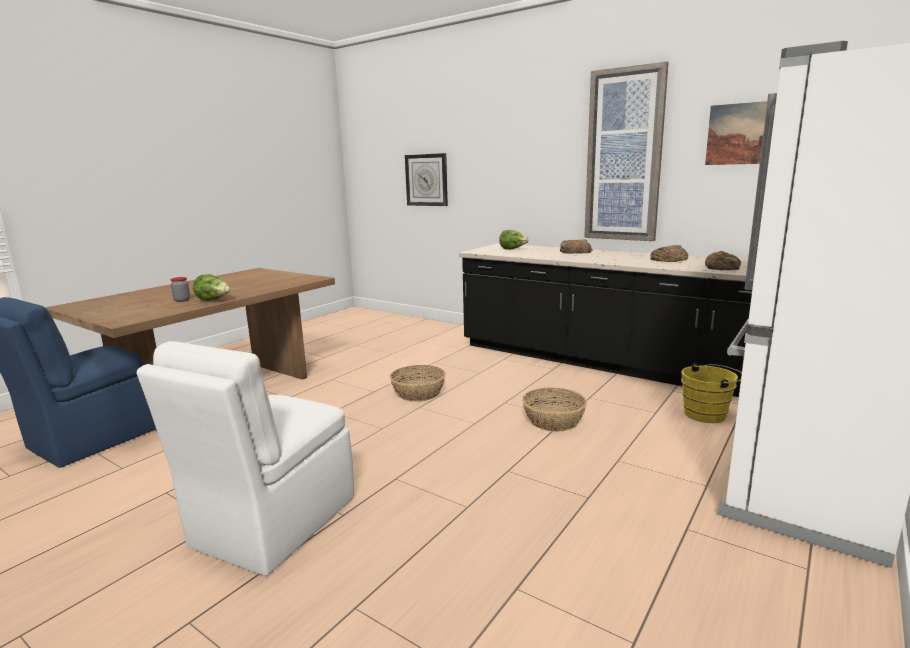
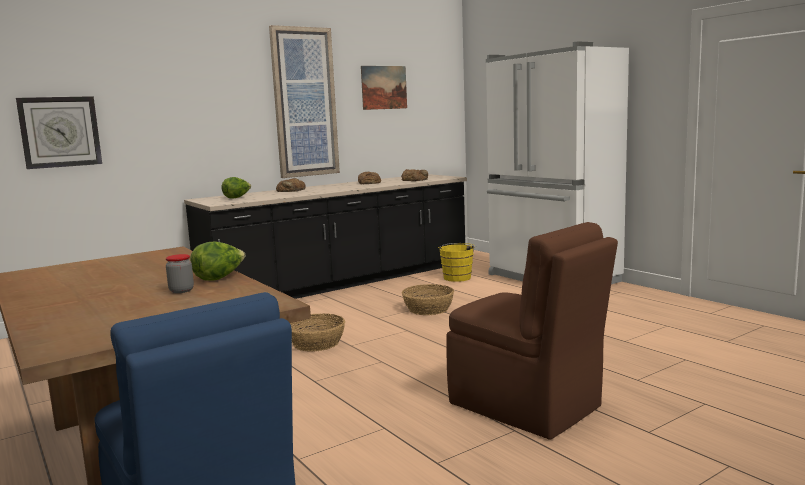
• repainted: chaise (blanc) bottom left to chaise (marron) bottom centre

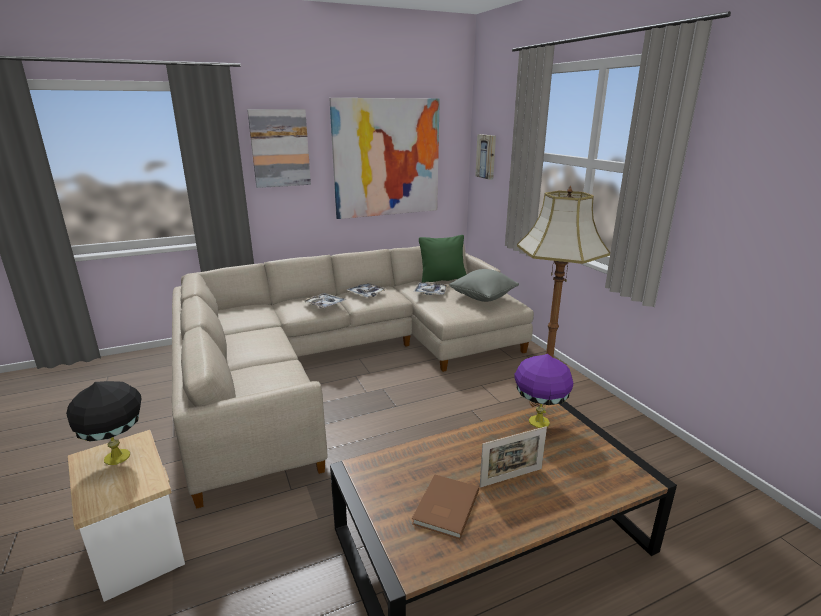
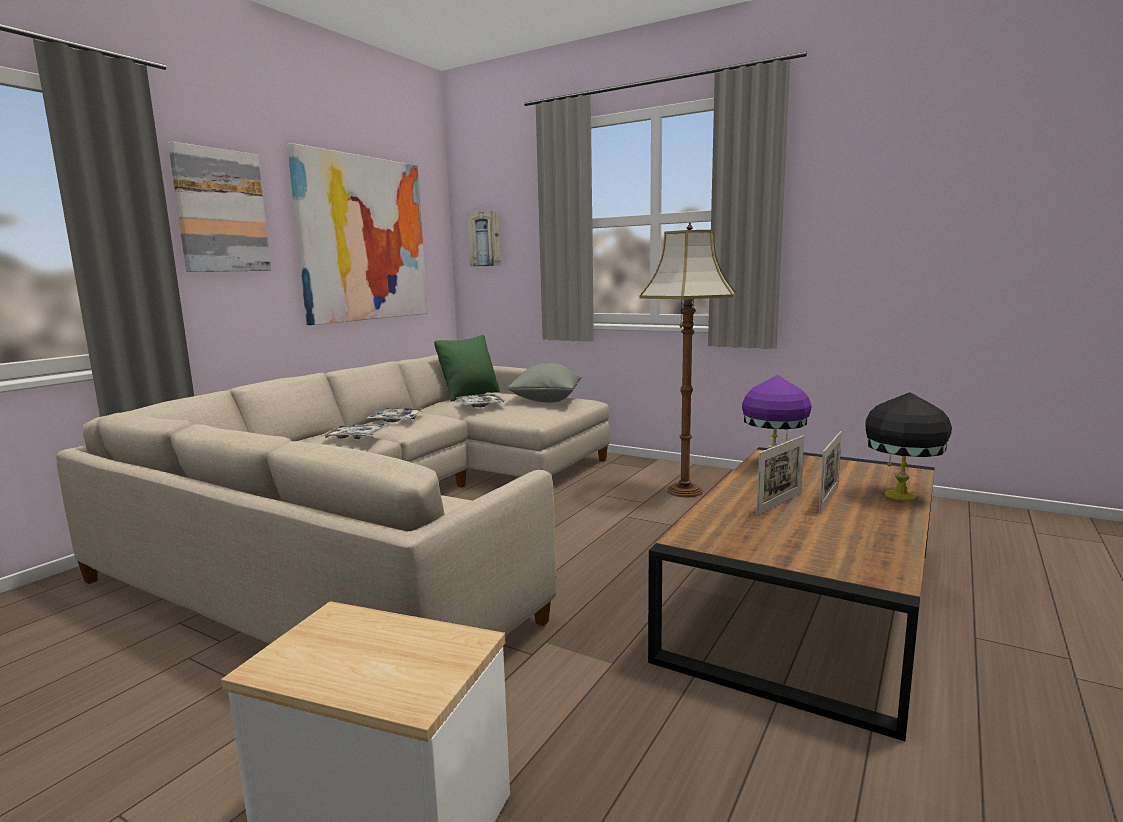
• gone: livre (marron) bottom centre
• new: cadre photo (no. 1 from left) middle right
• shifted: lampe de table (noir) bottom left to middle right

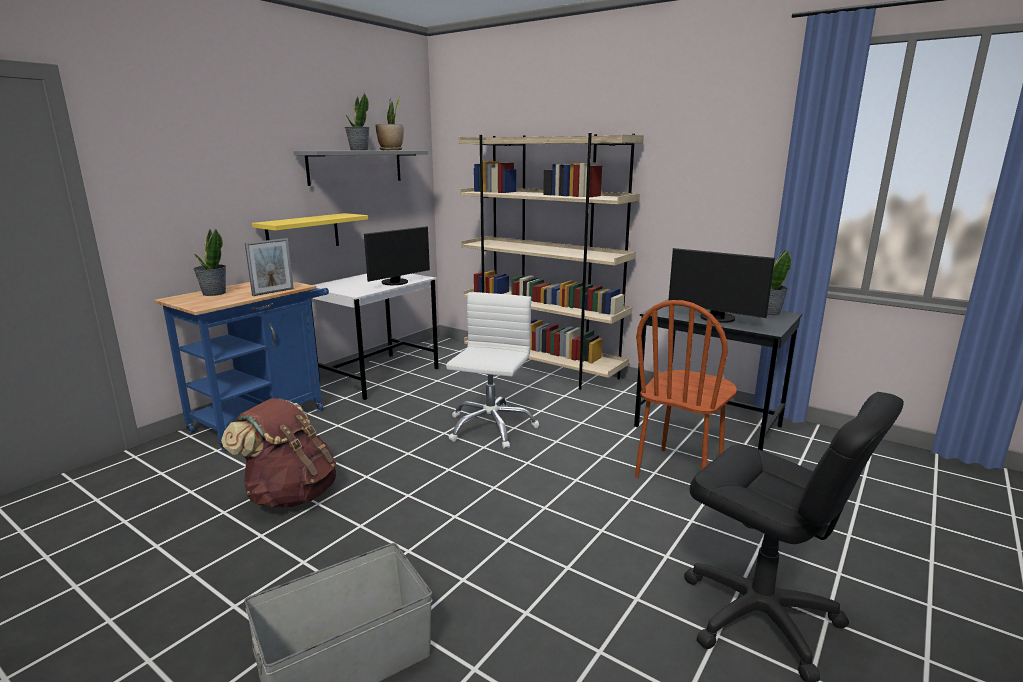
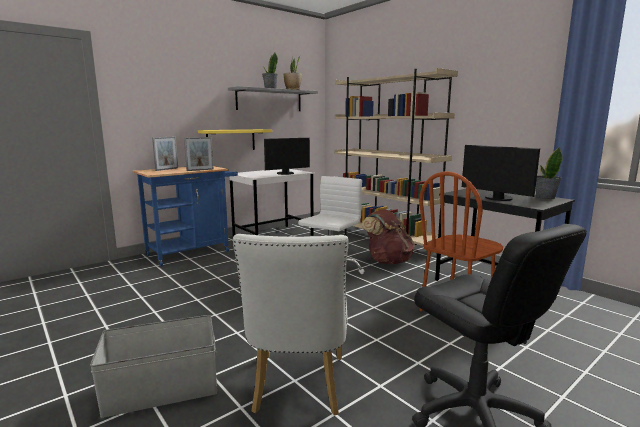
• new: chaise (blanc) bottom centre
• shifted: sac à dos (marron) middle left to centre
• swapped: plante en pot (no. 1 from left) middle left to cadre photo (no. 1 from left) middle left

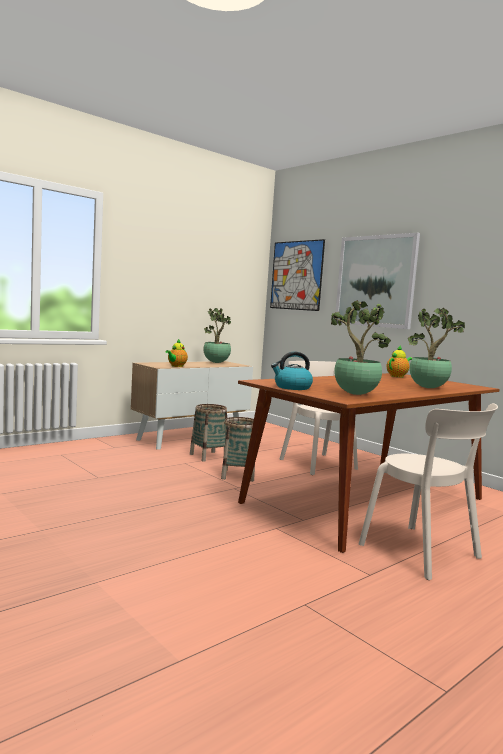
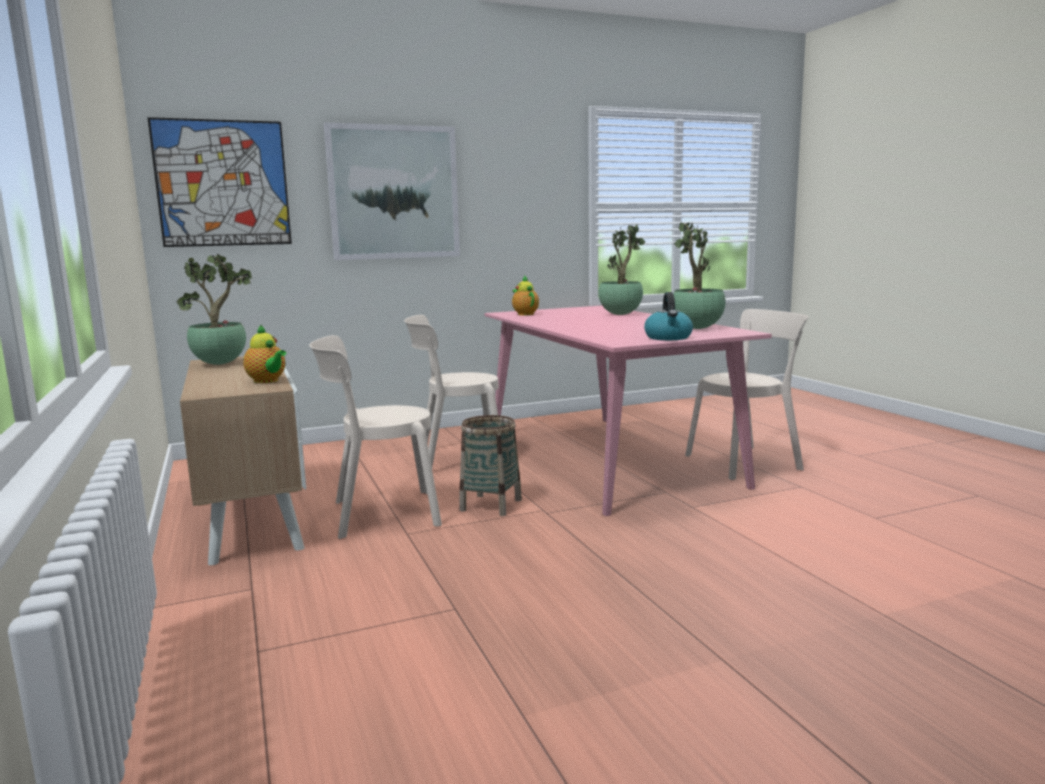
• swapped: panier (no. 1 from left) centre to chaise (beige) (no. 1 from left) centre
• repainted: table à manger (marron) middle right to table à manger (rose) centre

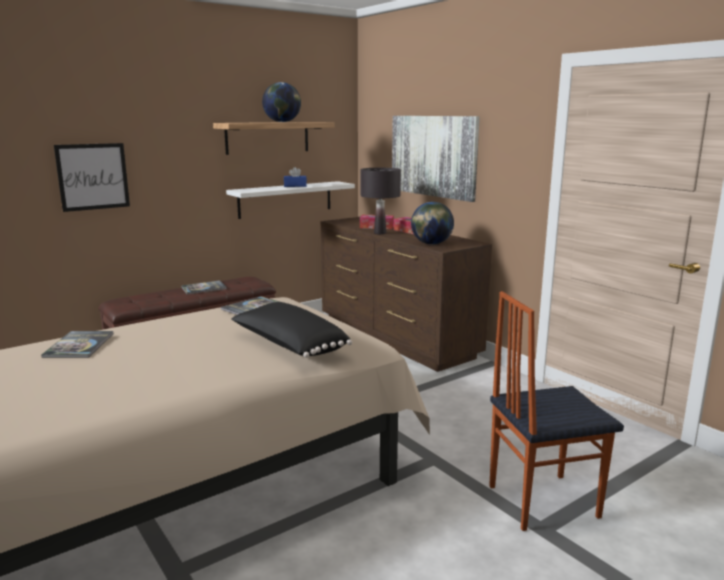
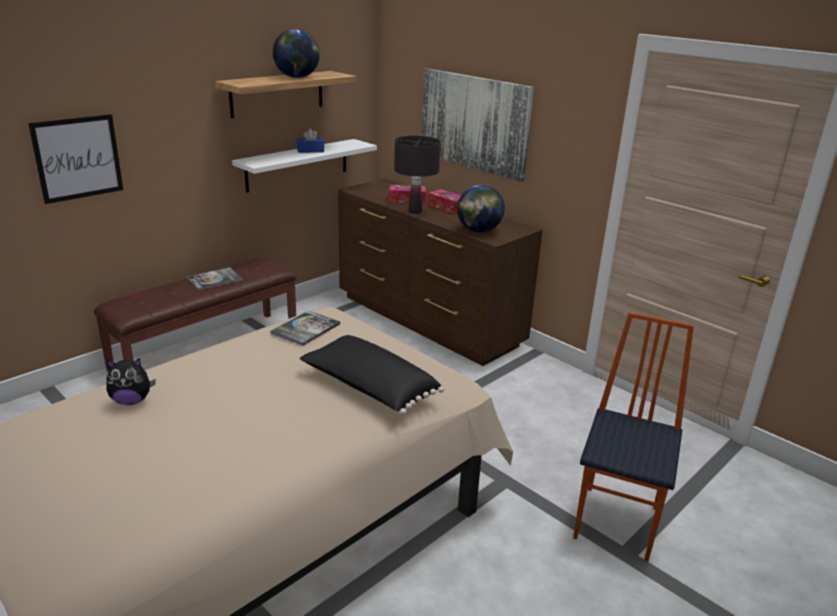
• swapped: livre (no. 1 from left) middle left to peluche middle left
• rotated: chaise bottom right = bottom right 135 degrees clockwise

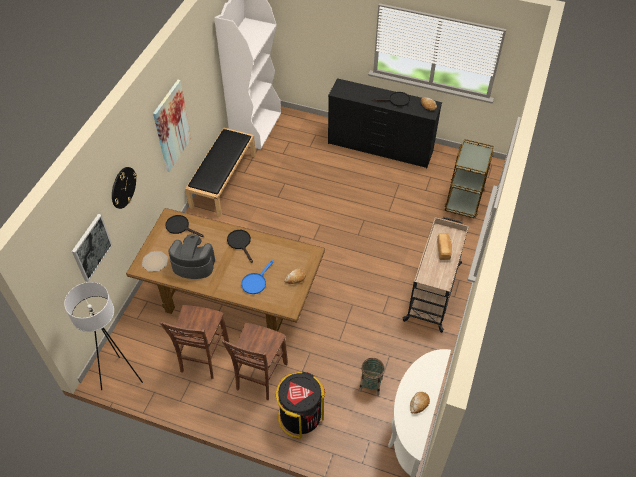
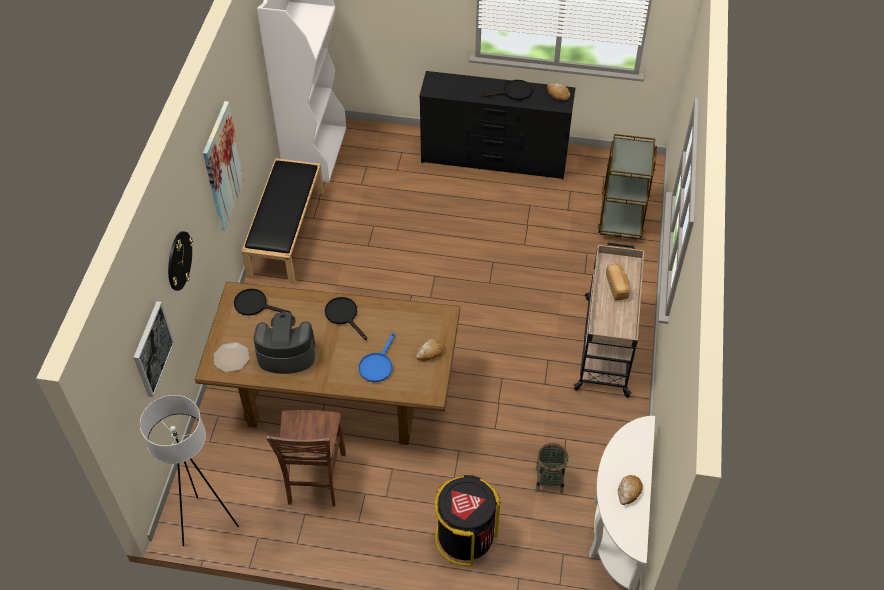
• gone: chaise (marron) (no. 2 from left) bottom centre

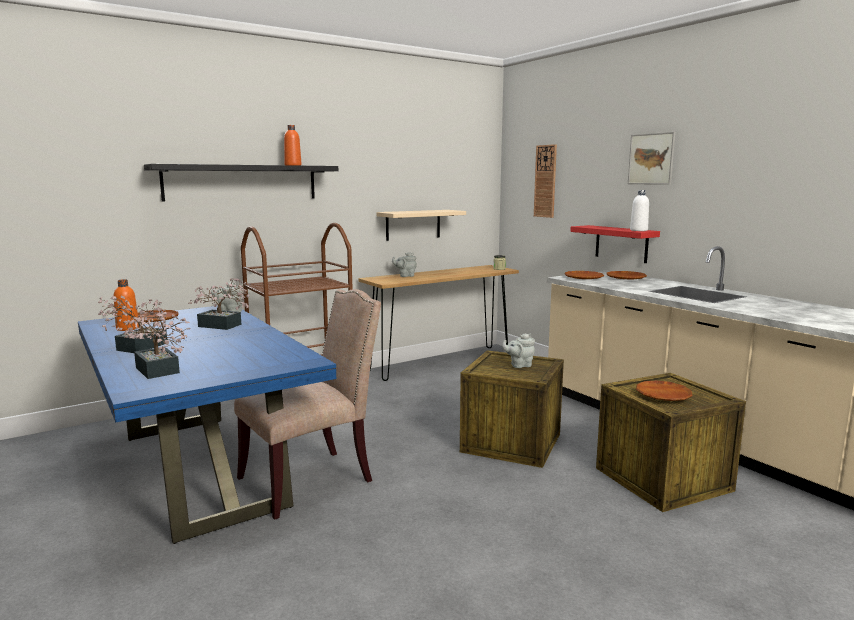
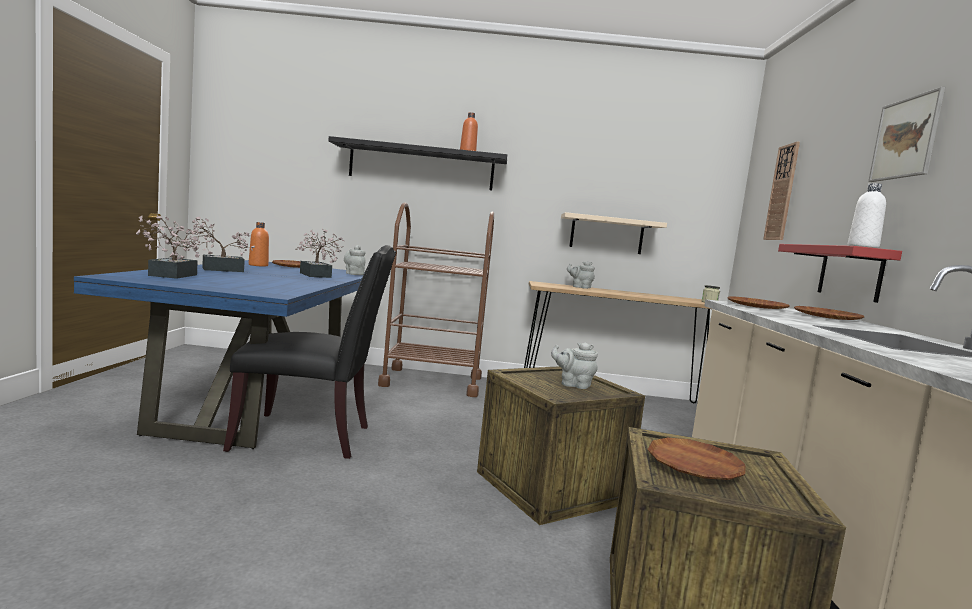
• repainted: chaise (beige) centre to chaise (noir) middle left

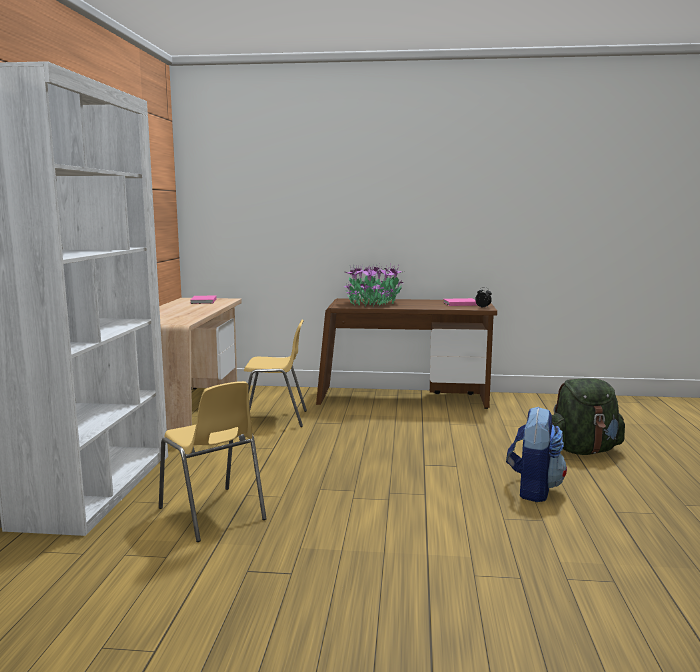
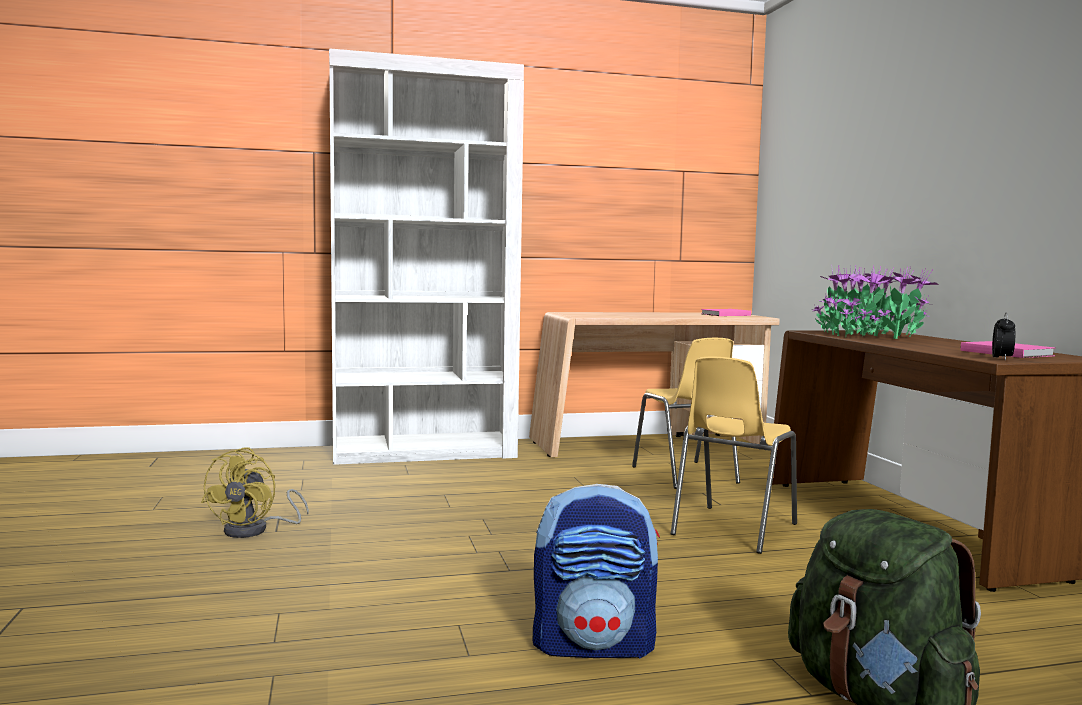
• new: ventilateur (jaune) bottom left
• shifted: chaise (jaune) (no. 1 from left in the first image) bottom left to chaise (jaune) (no. 2 from left) middle right

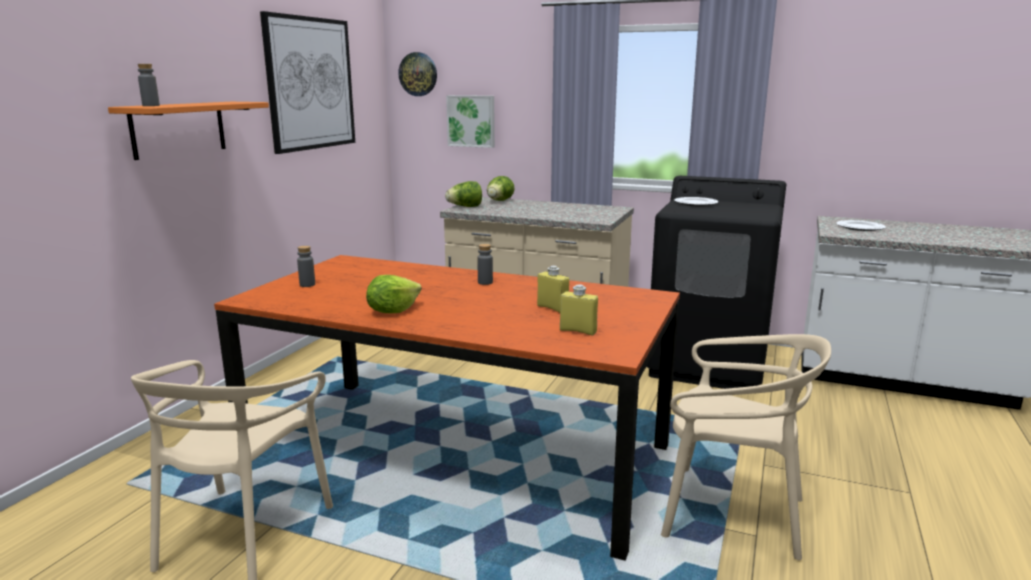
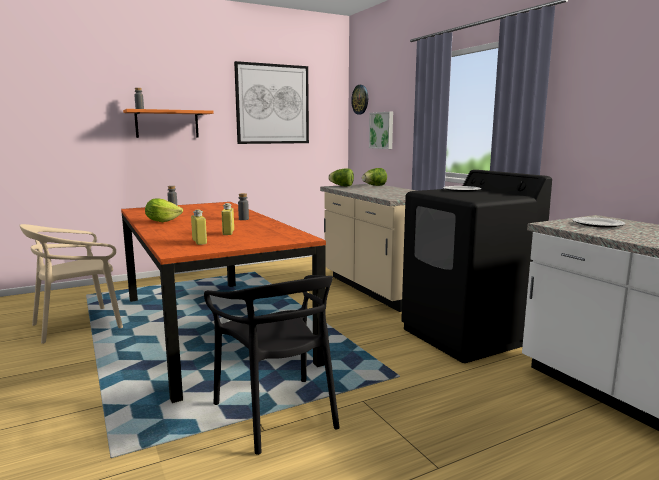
• repainted: chaise (beige) (no. 2 from left) bottom right to chaise (noir) bottom centre

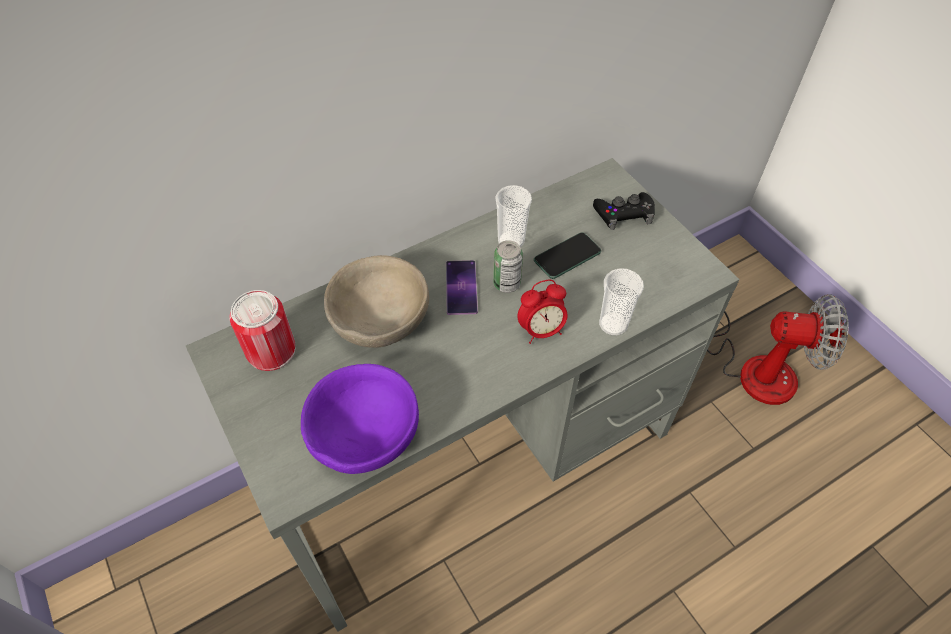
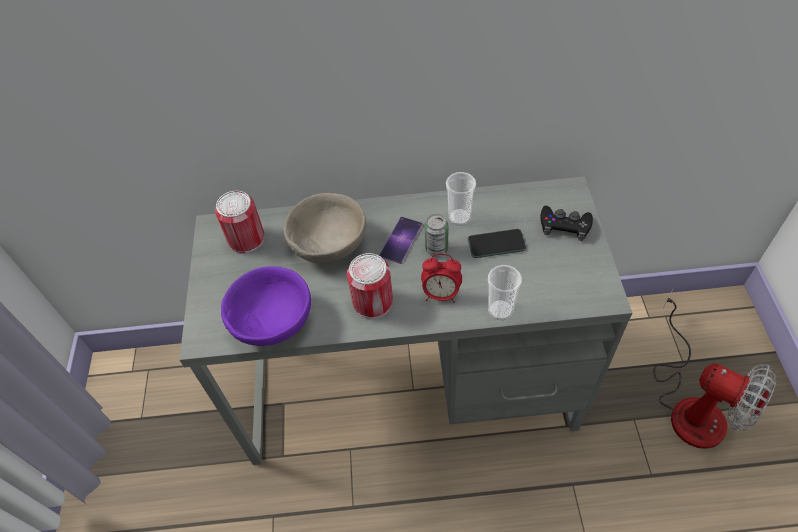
• new: boîte métallique (no. 2 from left) centre

